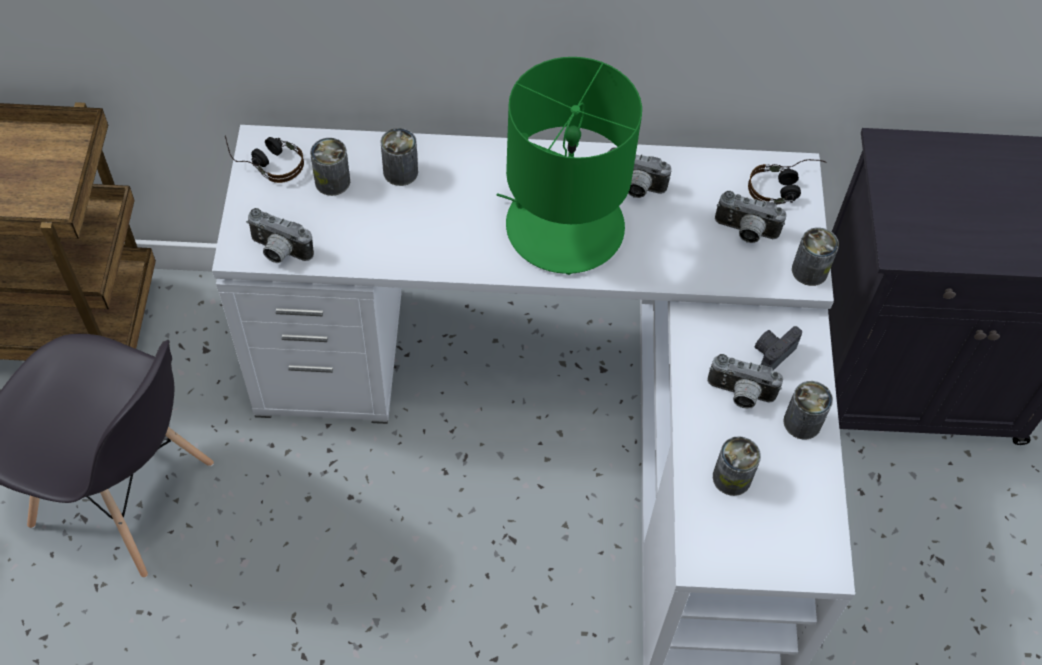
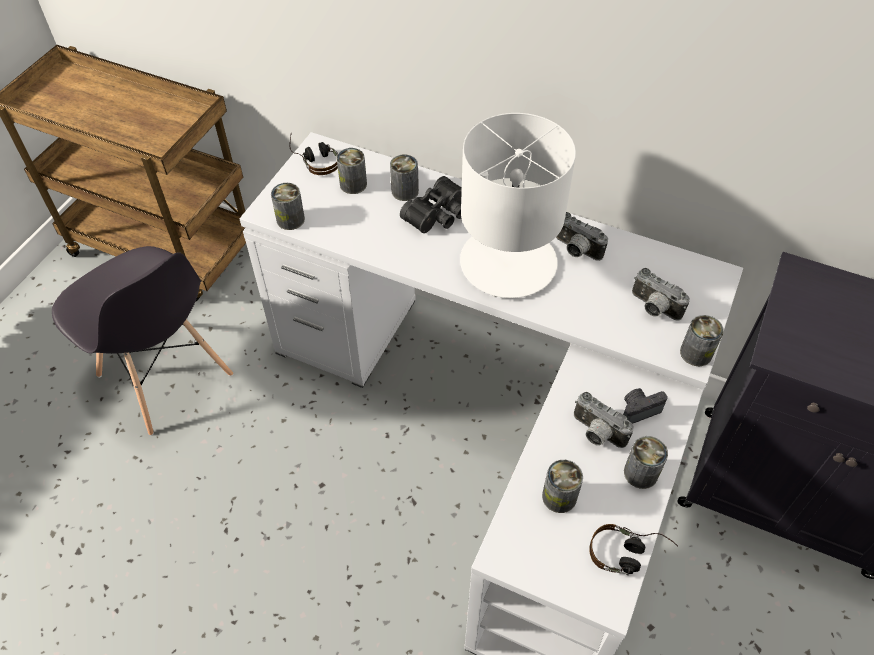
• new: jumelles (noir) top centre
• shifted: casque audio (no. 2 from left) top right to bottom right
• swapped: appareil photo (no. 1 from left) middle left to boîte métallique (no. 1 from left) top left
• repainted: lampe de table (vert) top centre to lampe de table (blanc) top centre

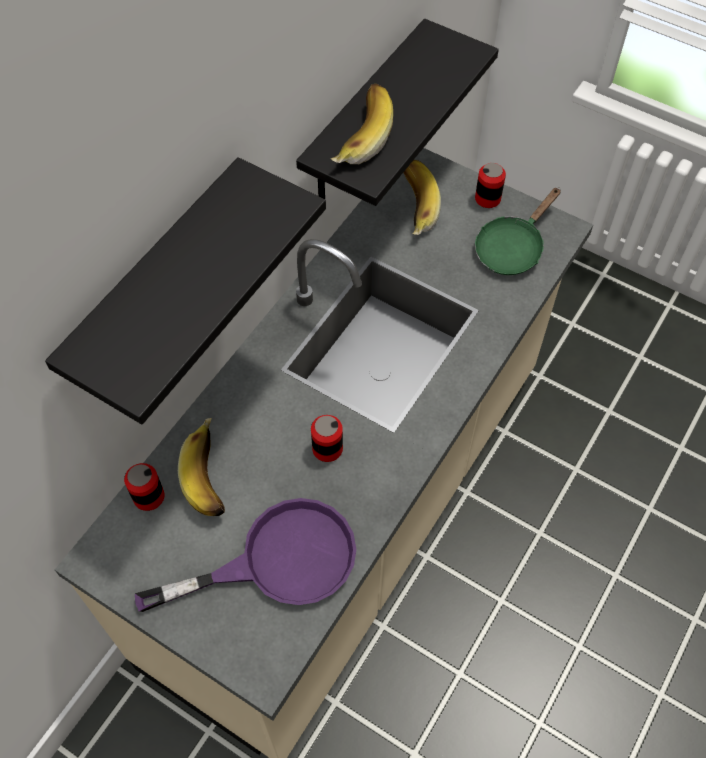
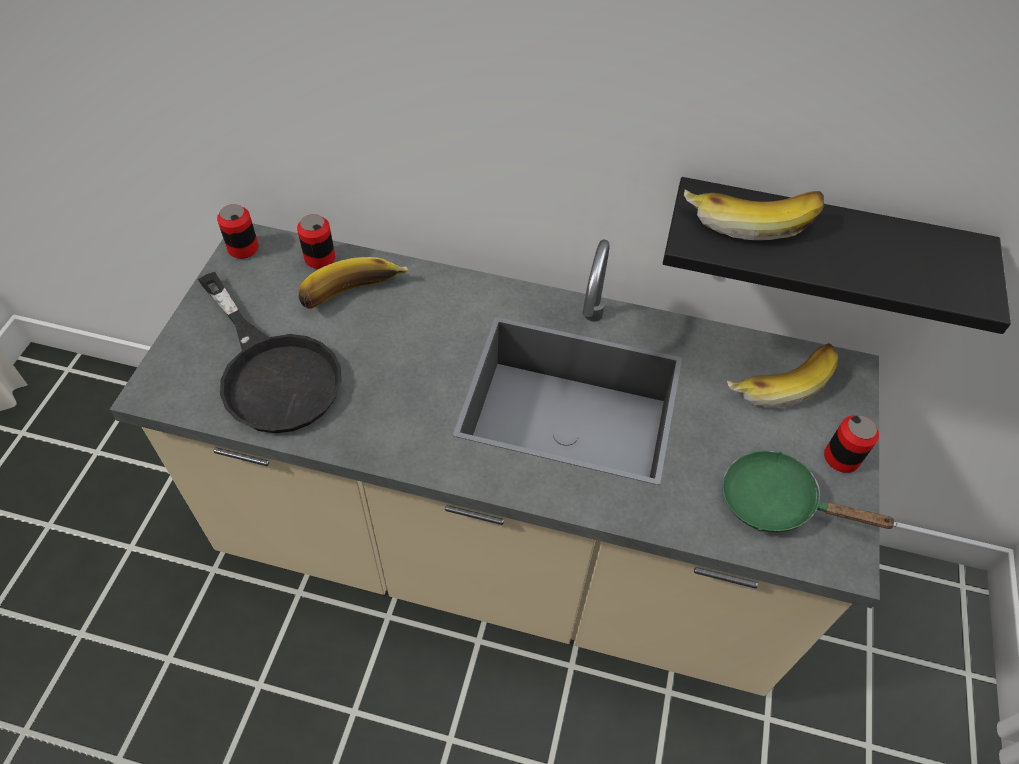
• gone: étagère (noir) (no. 1 from left) middle left
• shifted: boîte métallique (no. 2 from left in the first image) centre to boîte métallique (no. 1 from left) top left
• repainted: poêle (violet) bottom centre to poêle (noir) middle left

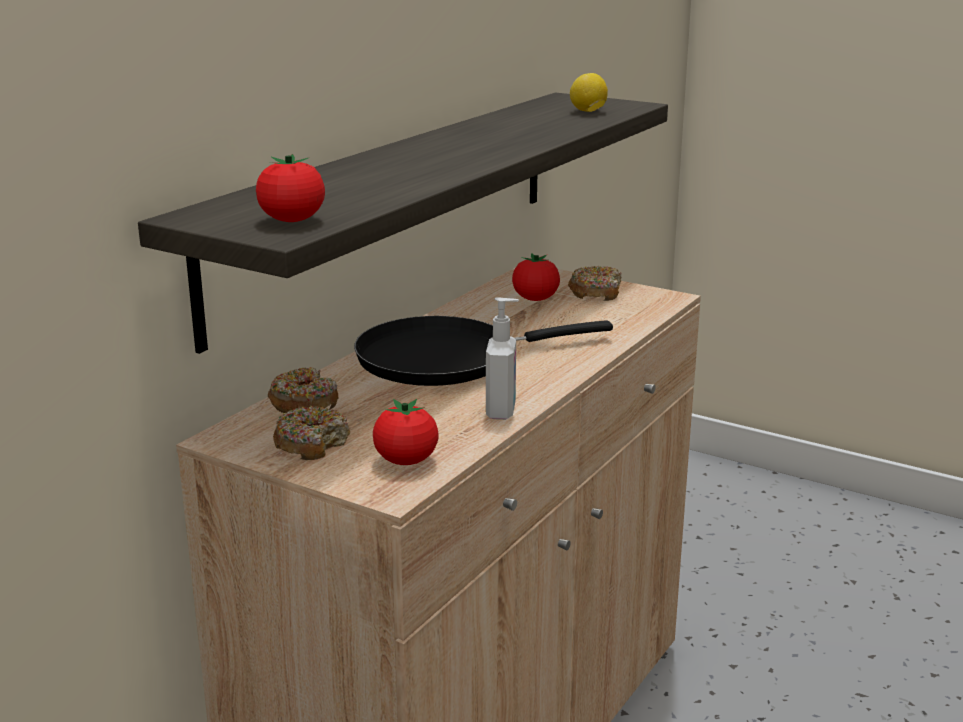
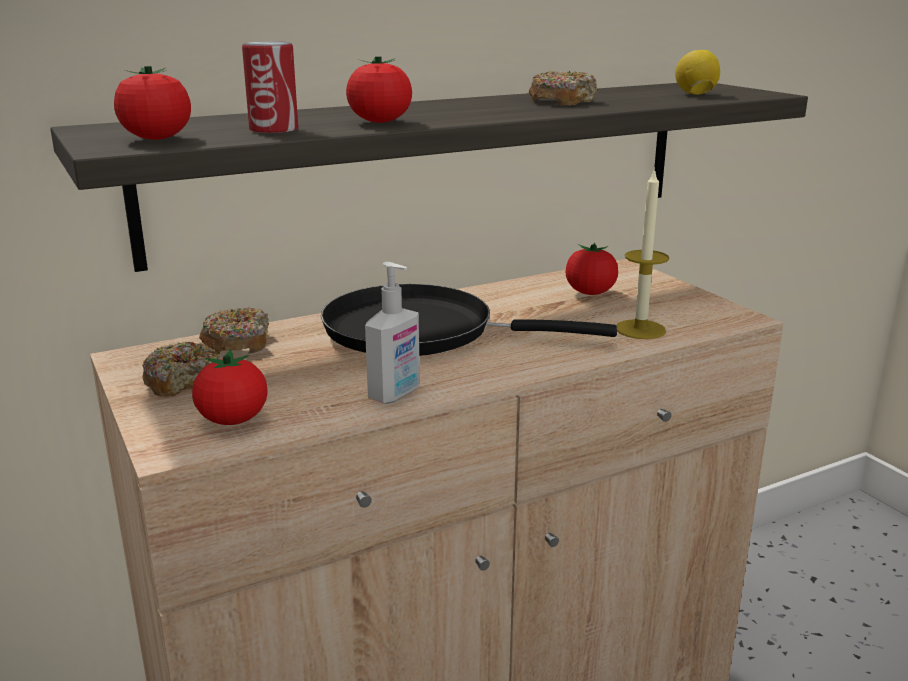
• new: boîte métallique top left
• new: tomate (no. 3 from left) top centre
• new: bougie middle right
• shifted: beignet (no. 3 from left) centre to top centre

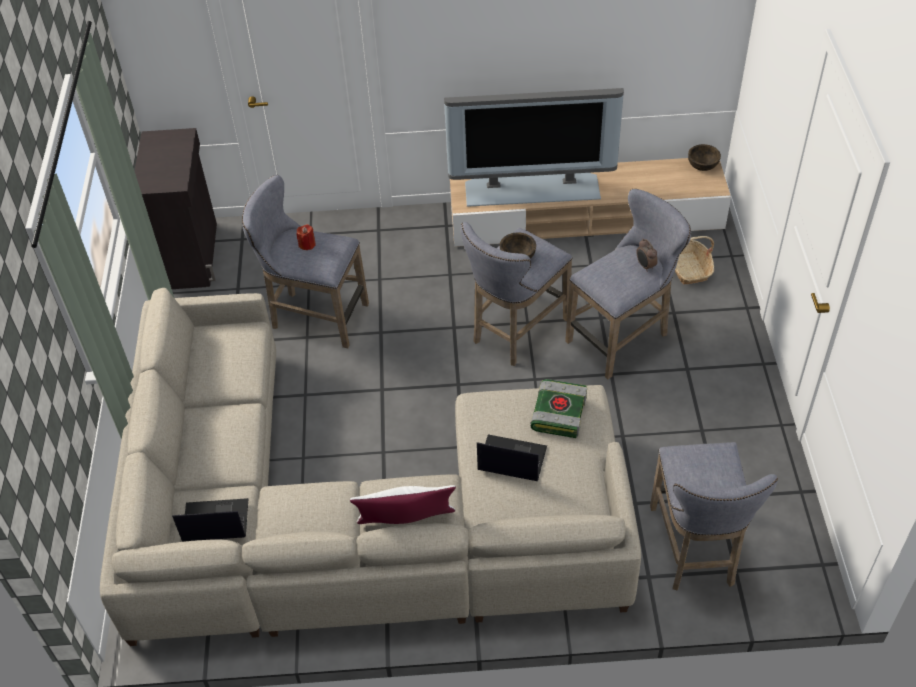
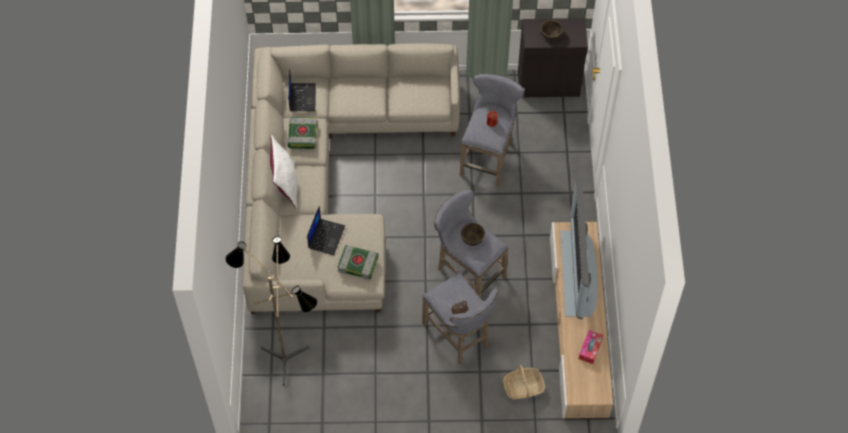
• new: livre (no. 1 from left) top centre
• new: boîte à mouchoirs bottom right
• shifted: bol (marron) (no. 2 from left) top right to top centre
• swapped: tabouret (gris) (no. 4 from left) bottom right to lampadaire bottom left

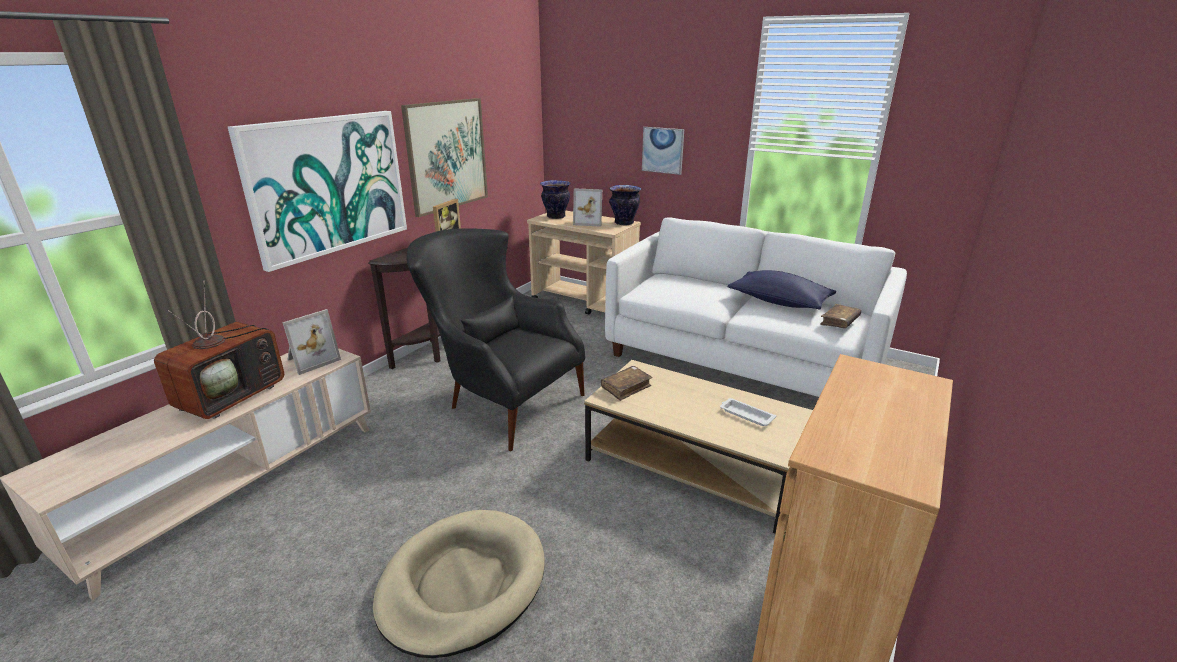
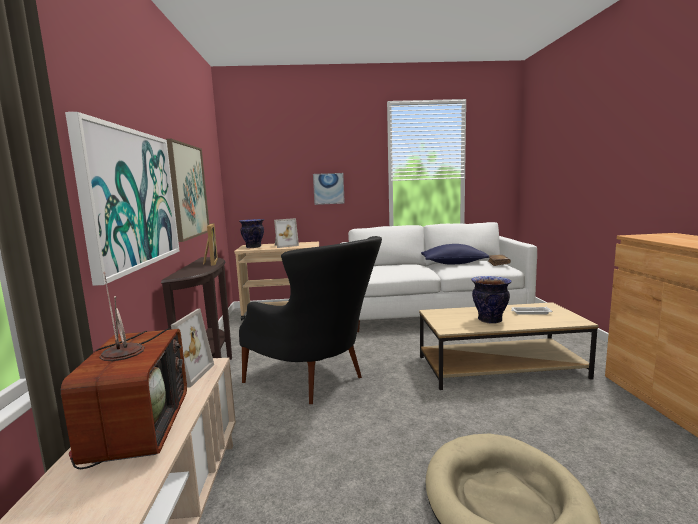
• gone: livre (marron) (no. 1 from left) centre
• shifted: vase (no. 2 from left) top centre to middle right
• rotated: fauteuil (noir) centre = centre 135 degrees counterclockwise

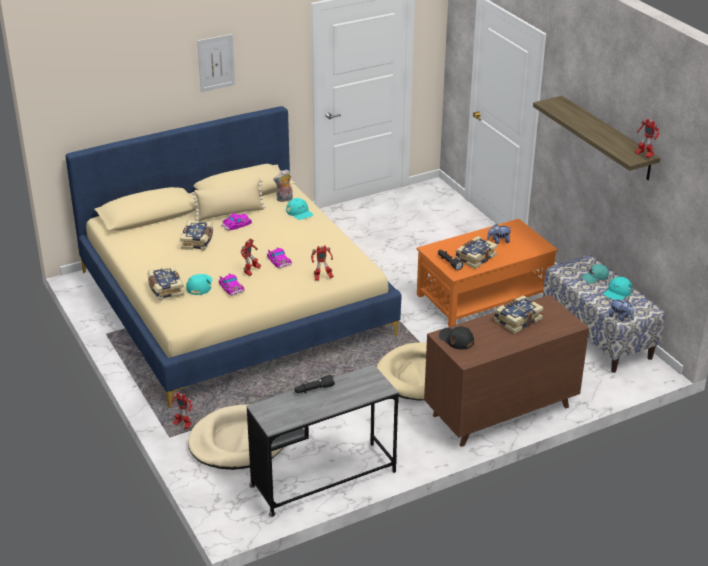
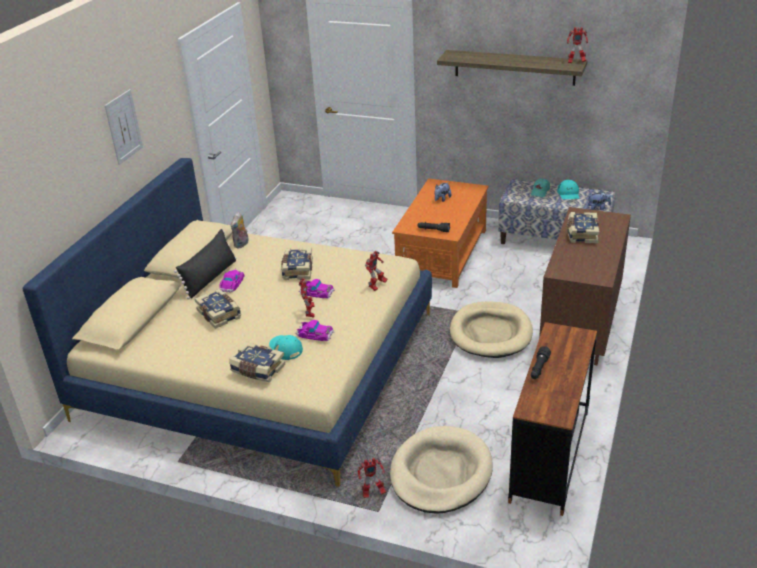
• gone: casquette (turquoise) (no. 2 from left) centre
• gone: casquette (noir) centre
• shifted: livre (no. 3 from left) middle right to centre
• repainted: coussin (beige) middle left to coussin (noir) middle left
• repainted: bureau (gris) bottom centre to bureau (marron) bottom right

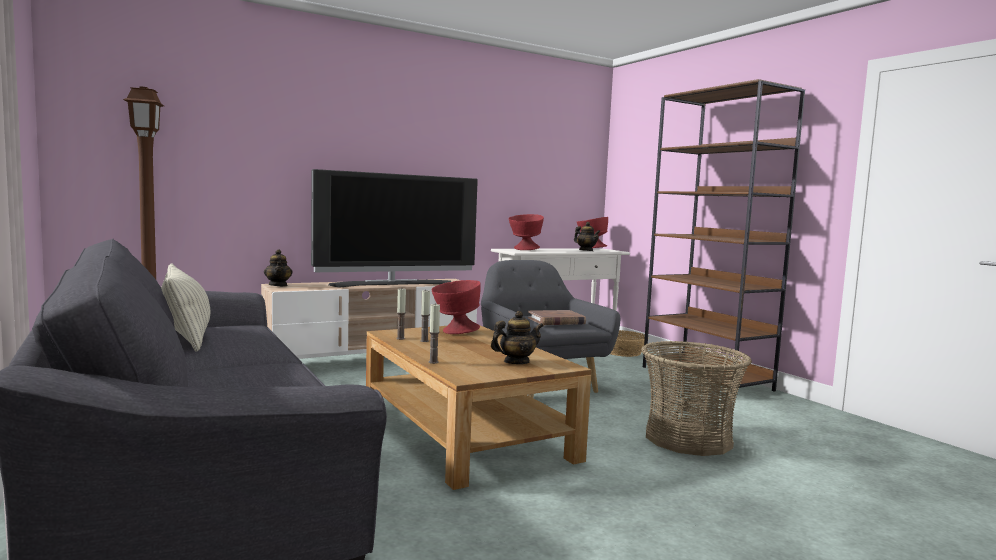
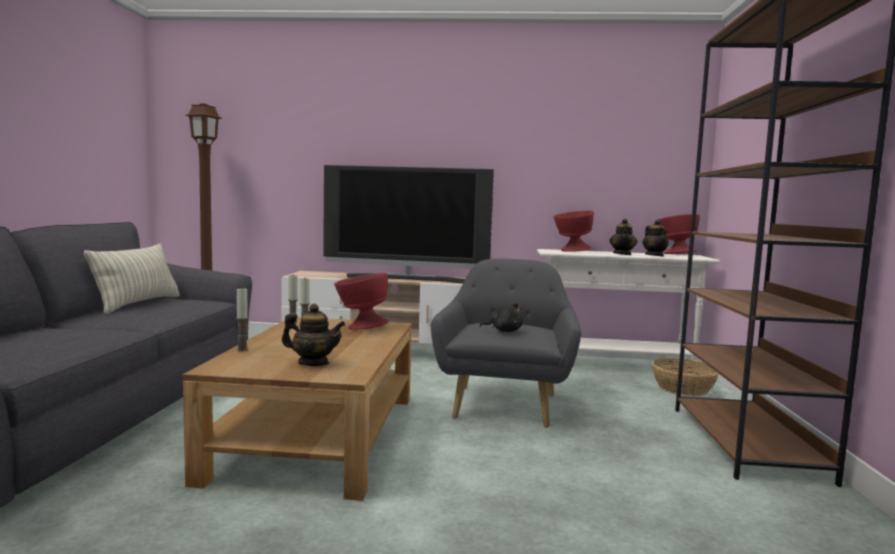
• gone: panier (no. 2 from left) bottom right
• shifted: théière (no. 1 from left in the first image) middle left to théière (no. 2 from left) middle right
• swapped: livre (marron) centre to peluche (noir) centre

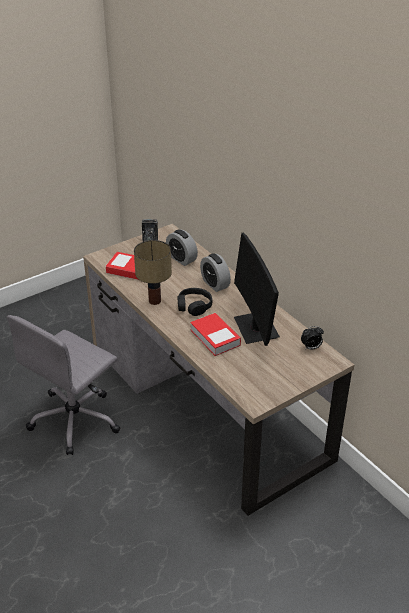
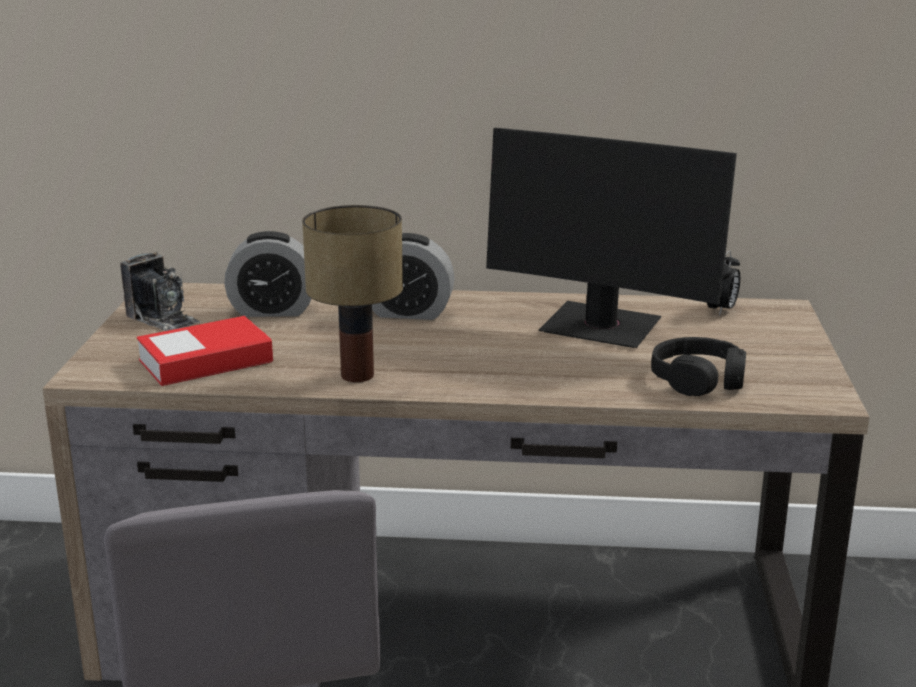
• gone: livre (no. 2 from left) centre
• shifted: casque audio (noir) centre to middle right

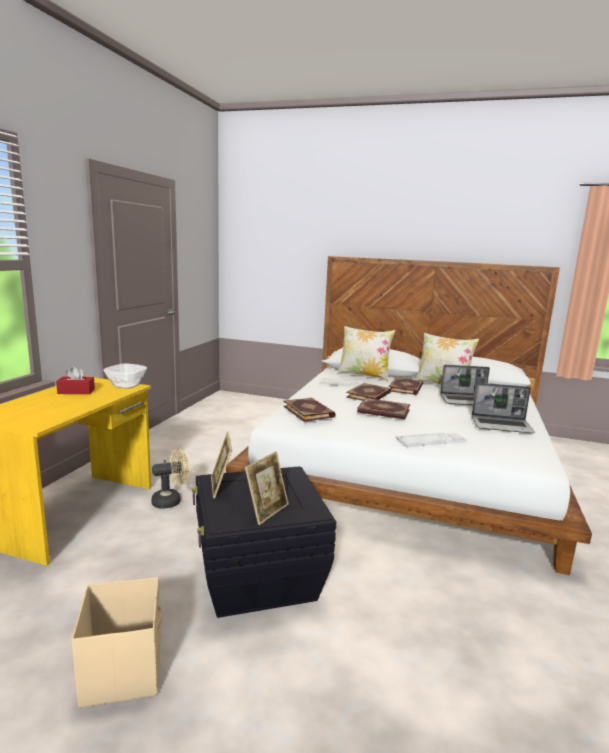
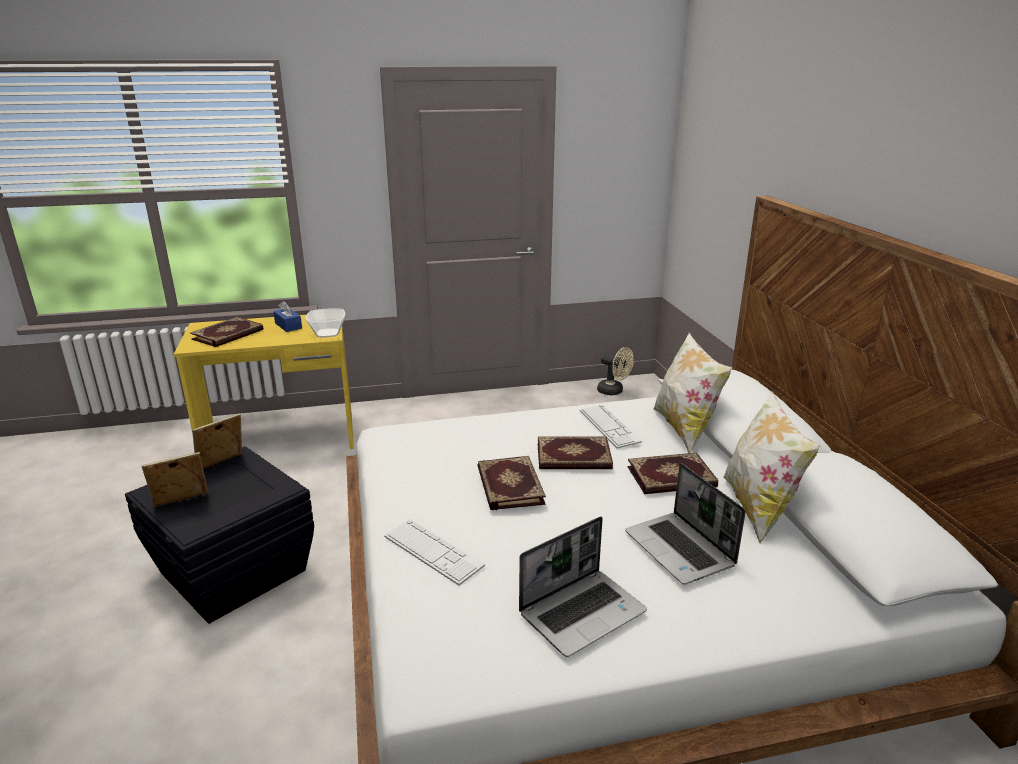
• gone: boîte de rangement (beige) bottom left
• shifted: ventilateur (beige) middle left to centre
• shifted: livre (no. 1 from left) centre to middle left
• repainted: boîte à mouchoirs (rouge) middle left to boîte à mouchoirs (bleu) middle left
• rotated: cadre photo (no. 2 from left in the first image) centre = middle left 150 degrees clockwise
• rotated: ordinateur portable (no. 2 from left in the first image) middle right = bottom centre 105 degrees counterclockwise

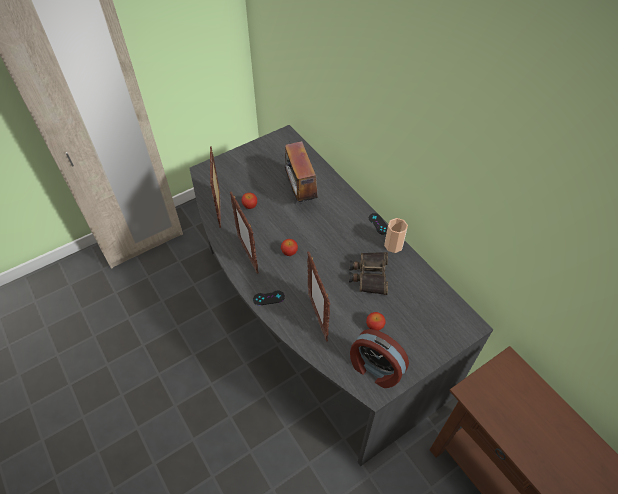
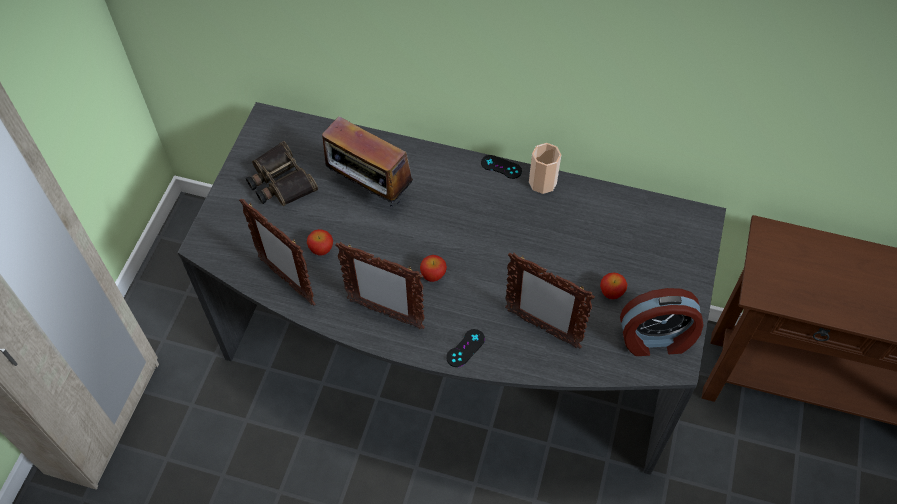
• shifted: jumelles centre to middle left

